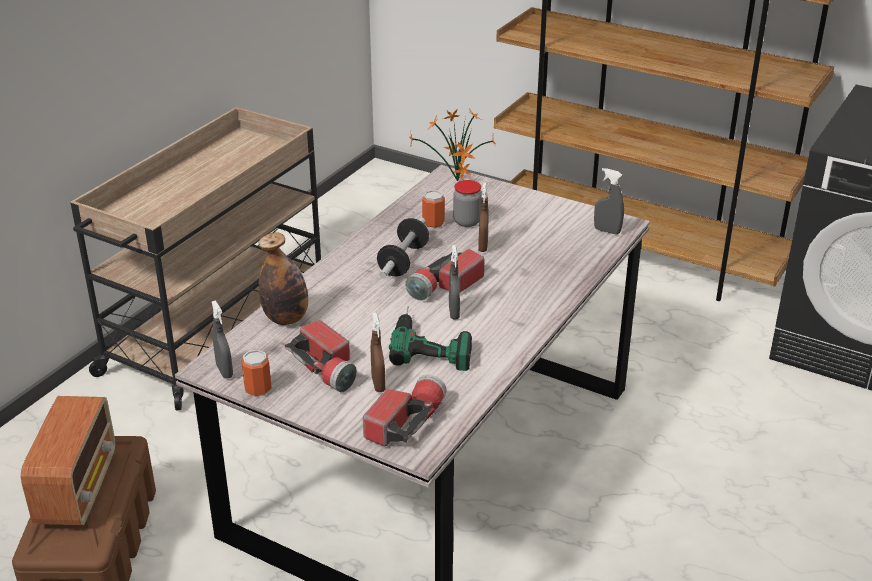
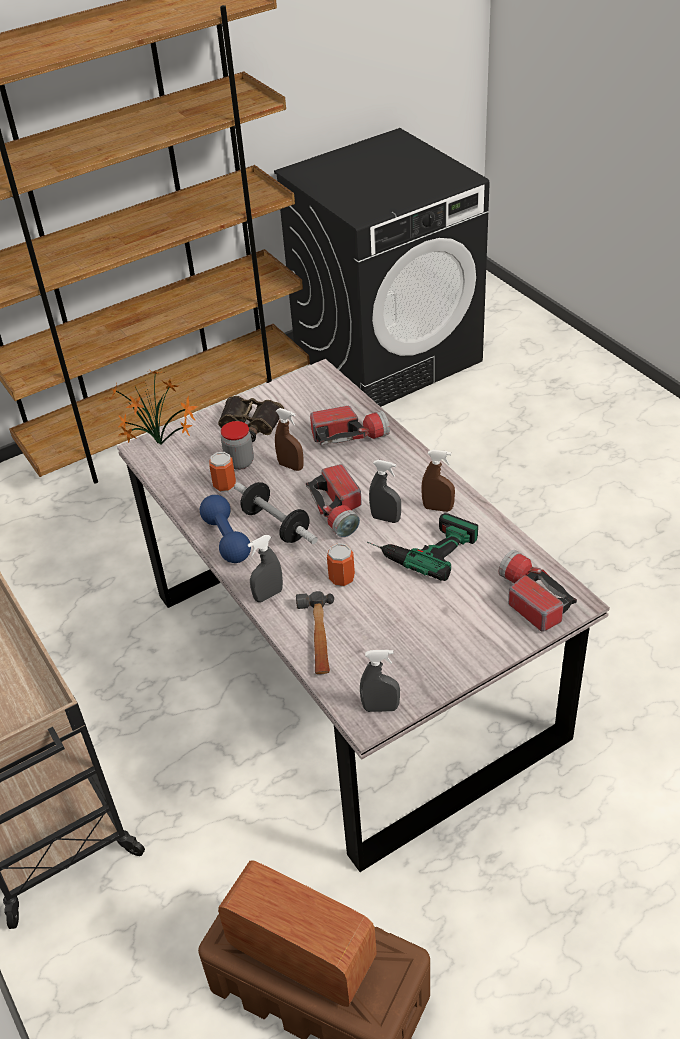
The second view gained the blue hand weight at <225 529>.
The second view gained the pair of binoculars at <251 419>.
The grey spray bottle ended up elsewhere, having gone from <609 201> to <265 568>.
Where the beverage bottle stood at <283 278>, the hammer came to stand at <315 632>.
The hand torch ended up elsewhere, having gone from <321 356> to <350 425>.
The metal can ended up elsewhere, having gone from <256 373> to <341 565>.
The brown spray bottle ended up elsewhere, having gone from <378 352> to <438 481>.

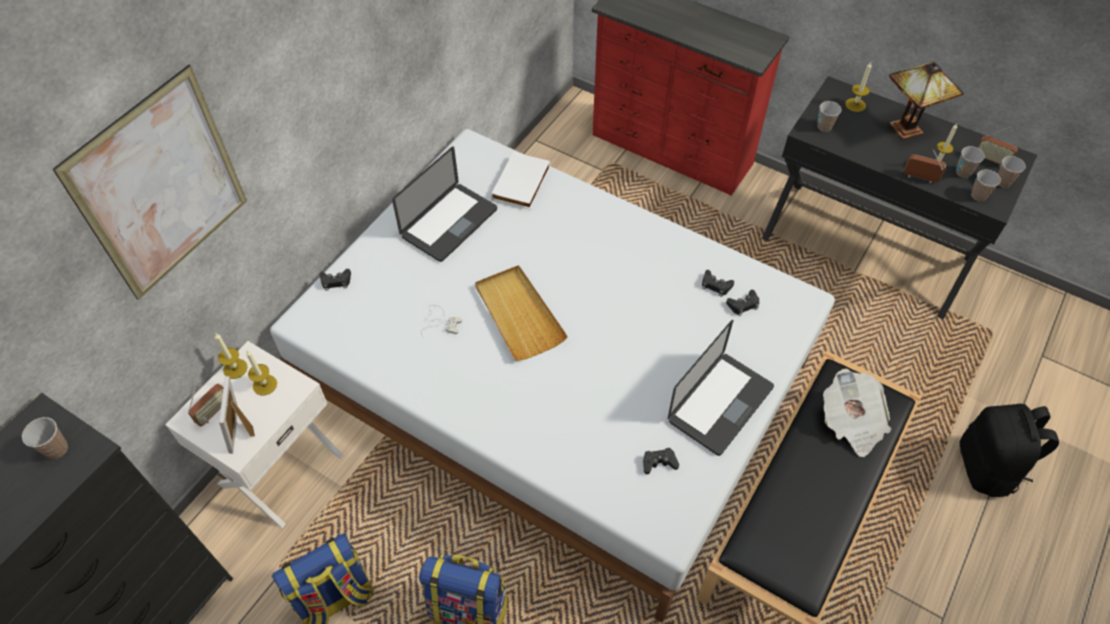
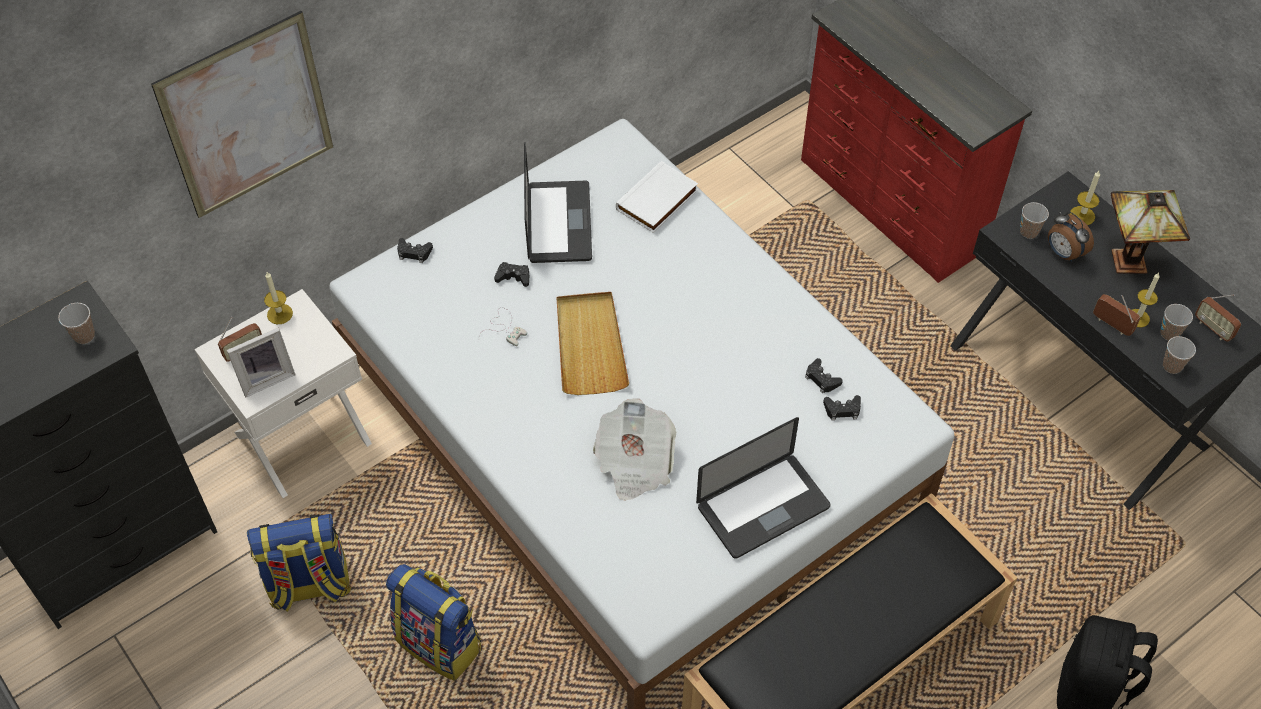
The photo frame at <237 415> ended up facing another way, 135 degrees counterclockwise from before.
The black joypad ended up elsewhere, having gone from <661 461> to <511 274>.
The laptop at <444 204> ended up facing another way, 60 degrees counterclockwise from before.
The printed paper ended up elsewhere, having gone from <857 412> to <634 449>.
The second view gained the bedside clock at <1071 237>.
The second view lost the wax candle at <261 373>.
The second view lost the drinking cup at <1012 172>.

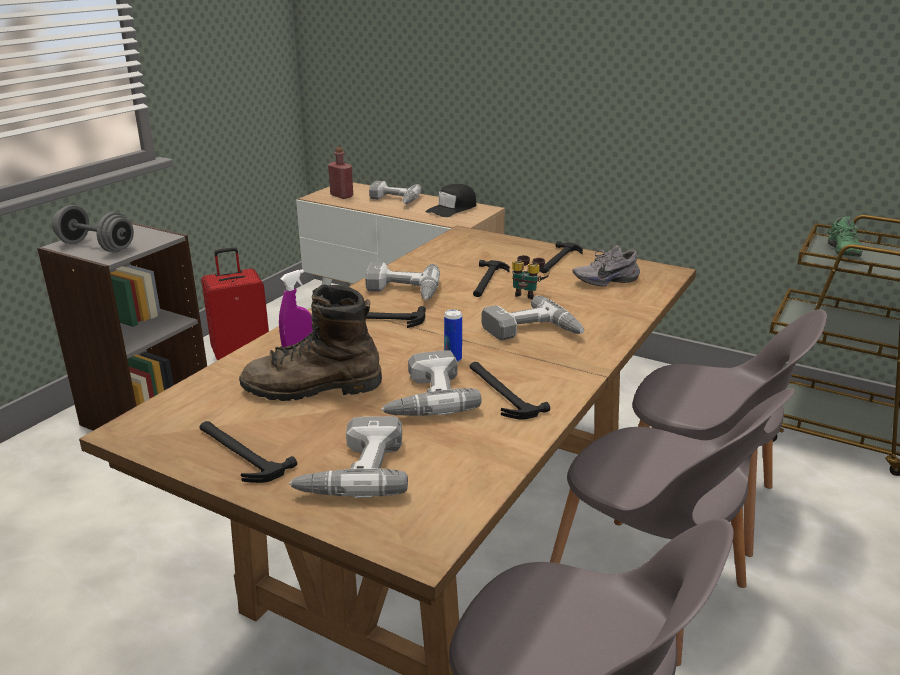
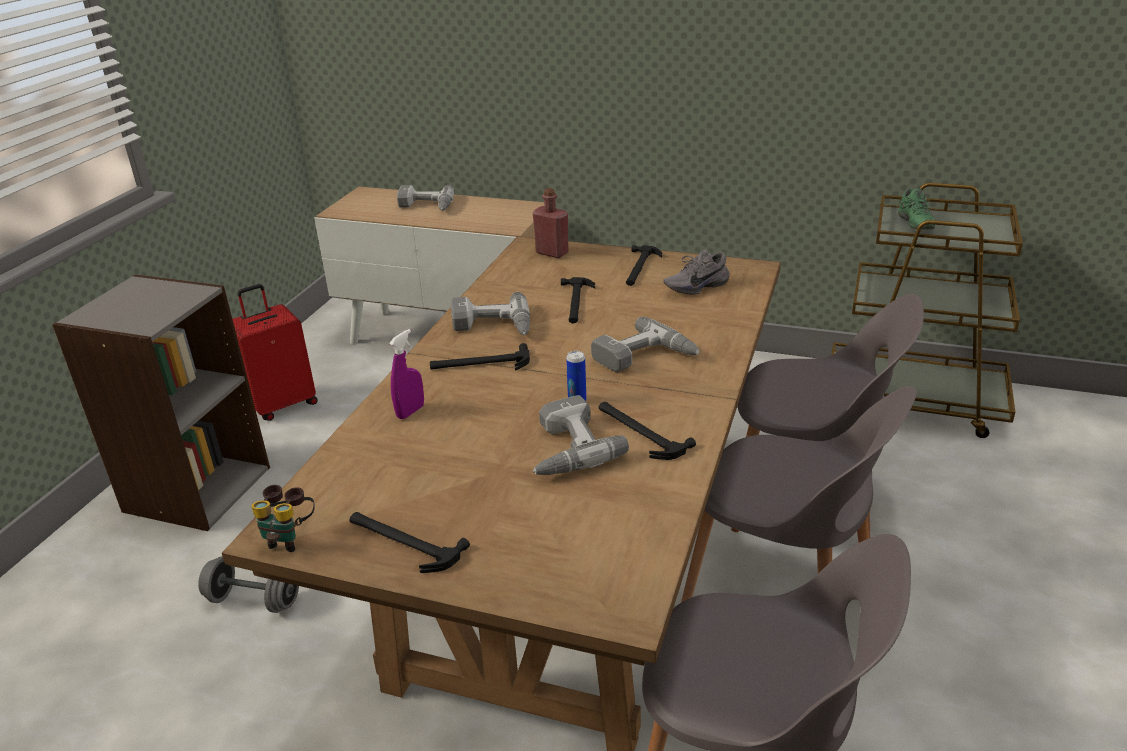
The grey hand weight ended up elsewhere, having gone from <93 228> to <248 584>.
The pair of binoculars ended up elsewhere, having gone from <531 277> to <283 518>.
The red beverage bottle ended up elsewhere, having gone from <340 173> to <551 223>.
The second view lost the brown tall boot at <310 342>.
The second view lost the power drill at <348 457>.
The second view lost the black cap at <451 200>.

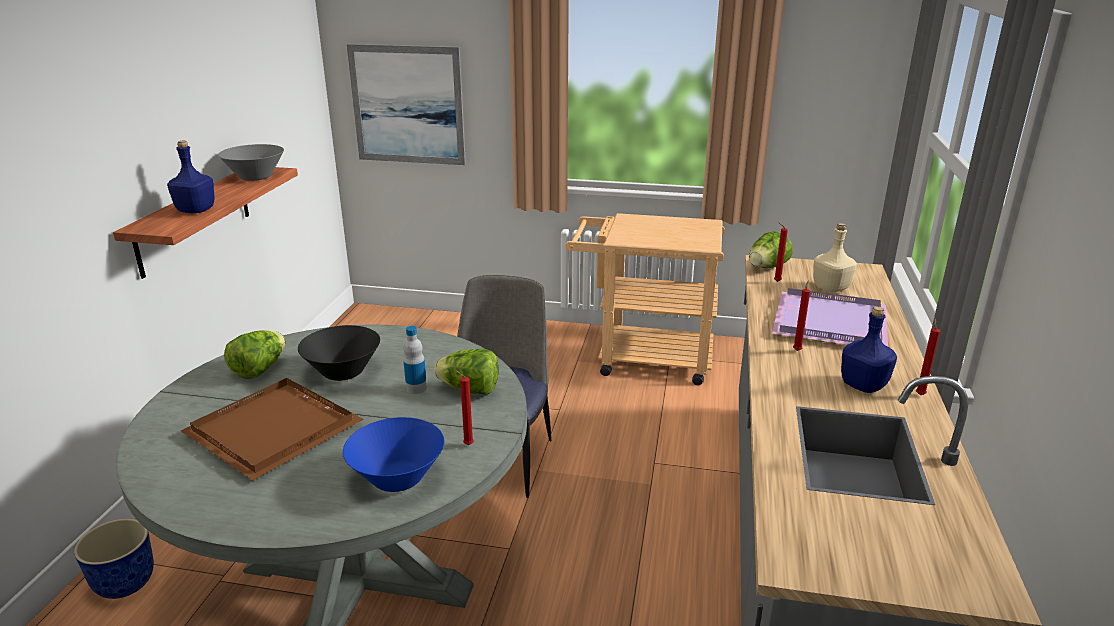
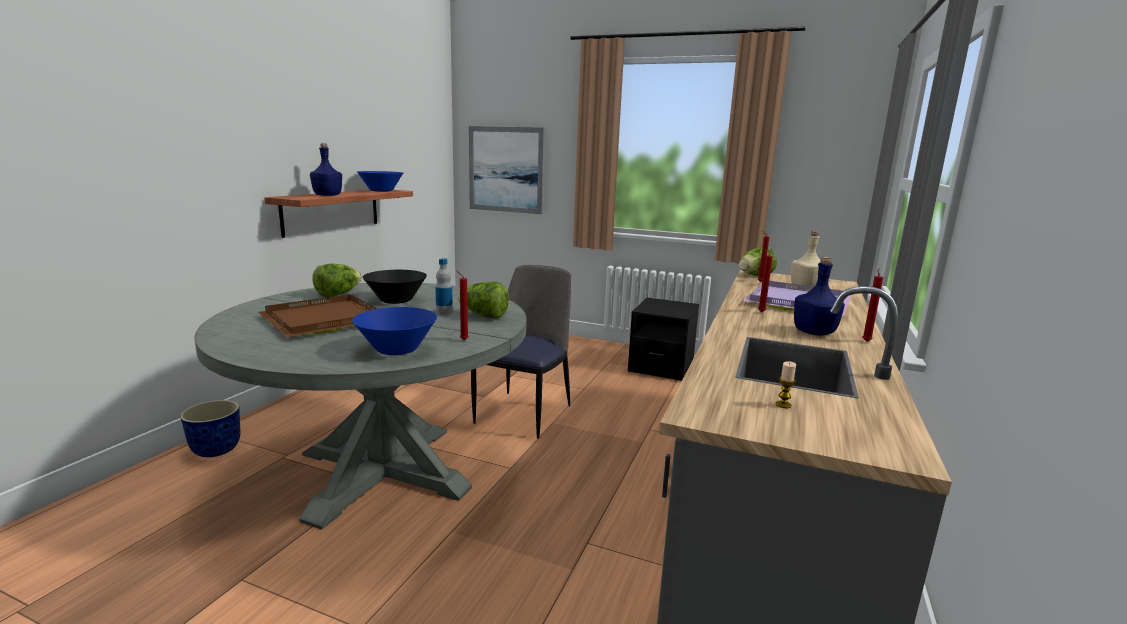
What was the grey serving bowl at <251 162> turned into the blue serving bowl at <380 181>.
Where the beige-coloured wheeled cart stood at <645 299>, the black night table came to stand at <663 339>.
The second view gained the wax candle at <786 384>.

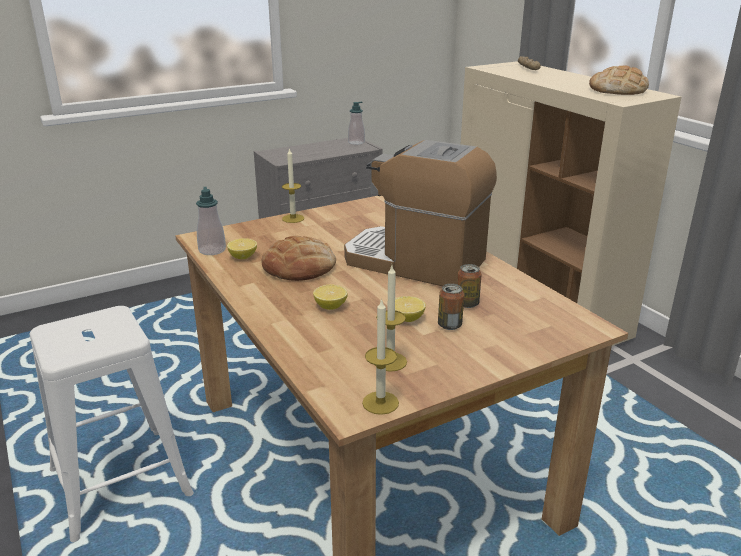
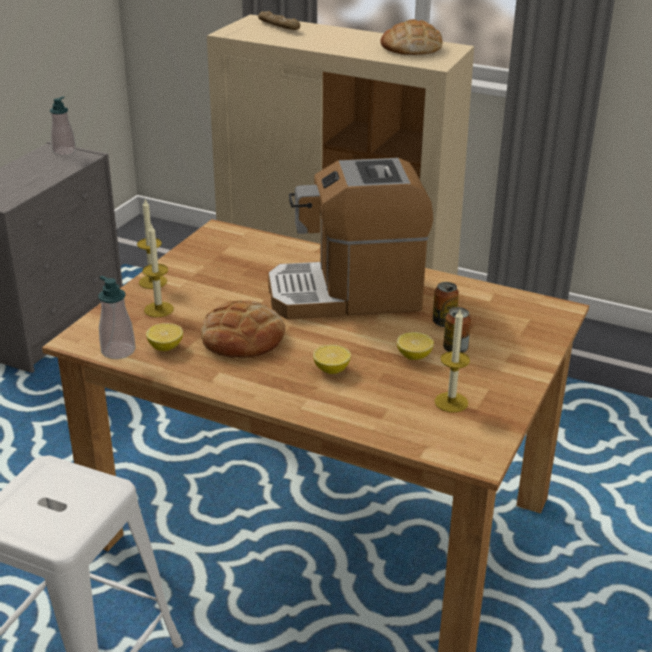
The wax candle ended up elsewhere, having gone from <380 356> to <158 270>.

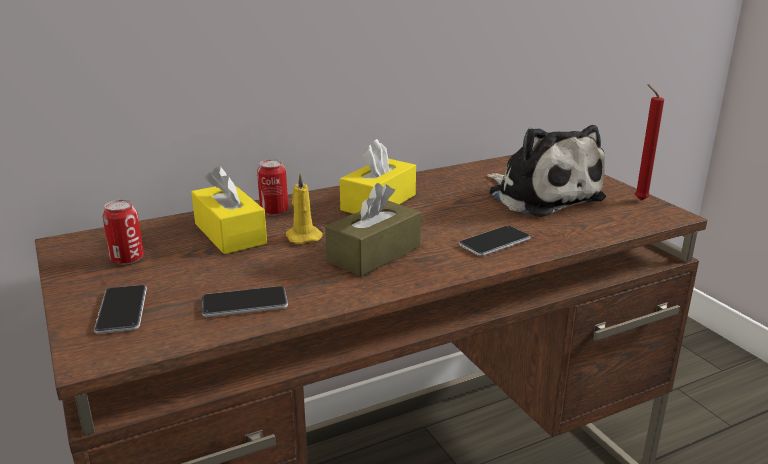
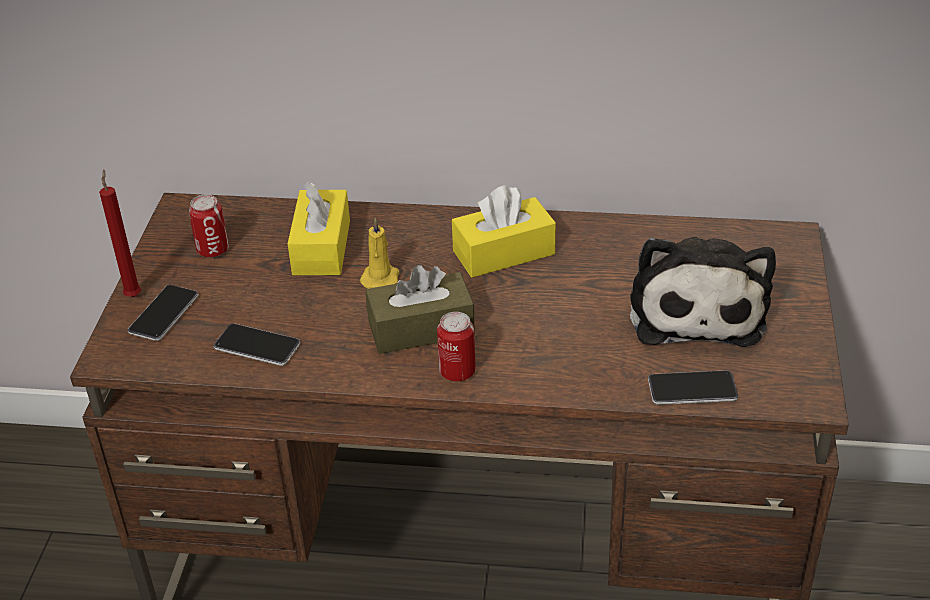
The red wax candle ended up elsewhere, having gone from <649 142> to <120 233>.
The metal can ended up elsewhere, having gone from <272 187> to <456 346>.
The phone ended up elsewhere, having gone from <495 241> to <693 387>.

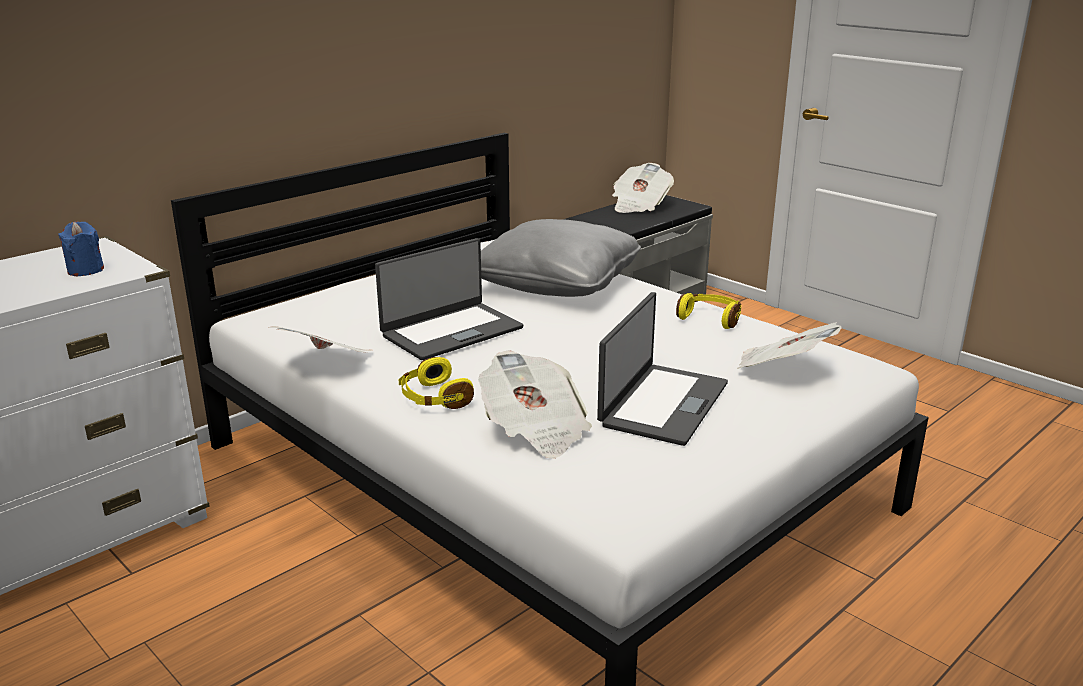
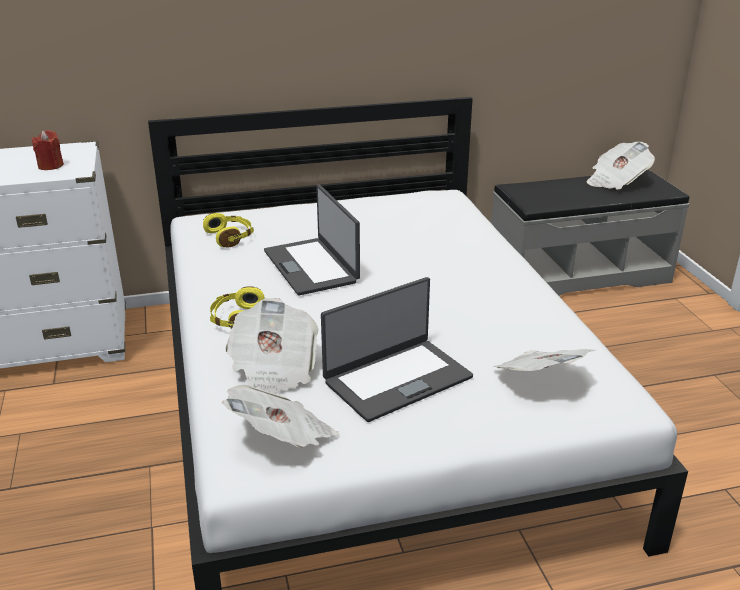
What was the blue wax candle at <81 248> turned into the red wax candle at <47 150>.
The yellow-coloured headphones ended up elsewhere, having gone from <708 311> to <228 230>.
The printed paper ended up elsewhere, having gone from <320 339> to <280 416>.
The laptop at <449 299> ended up facing another way, 75 degrees clockwise from before.
The second view lost the grey throw pillow at <561 258>.

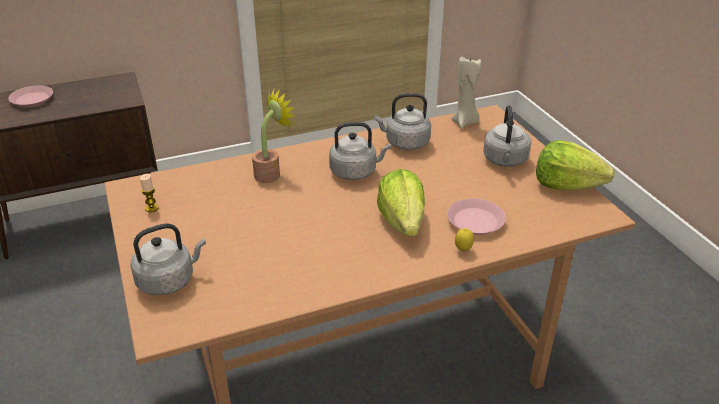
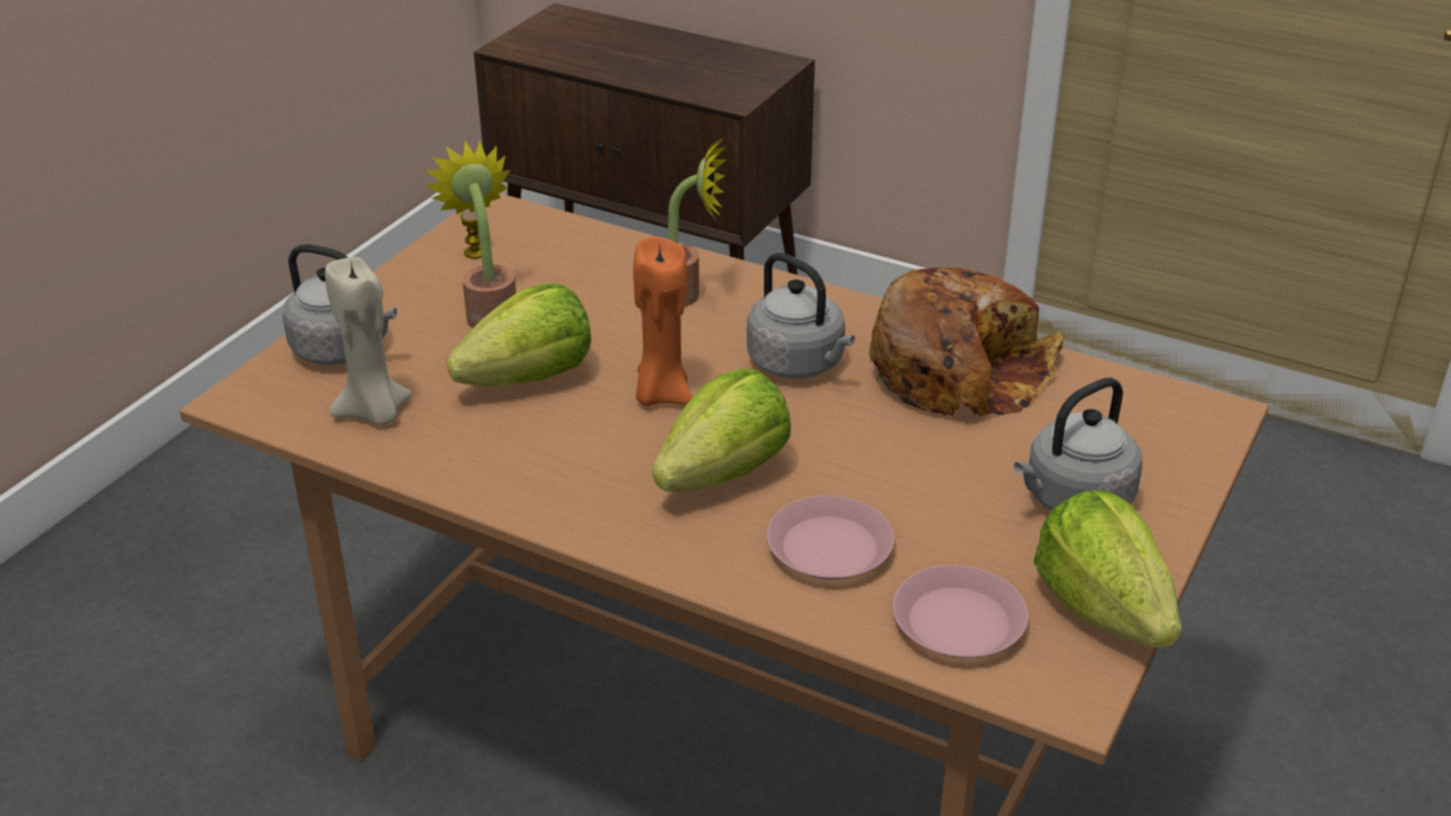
The beige-coloured wax candle ended up elsewhere, having gone from <466 92> to <368 341>.
The second view gained the potted plant at <470 234>.
The second view gained the head of lettuce at <519 334>.
The second view gained the orangey wax candle at <662 321>.
Where the grey kettle stood at <402 121>, the bakery bread came to stand at <966 342>.
The pinkish dinner plate ended up elsewhere, having gone from <30 96> to <960 611>.
The second view lost the citrus fruit at <464 239>.

